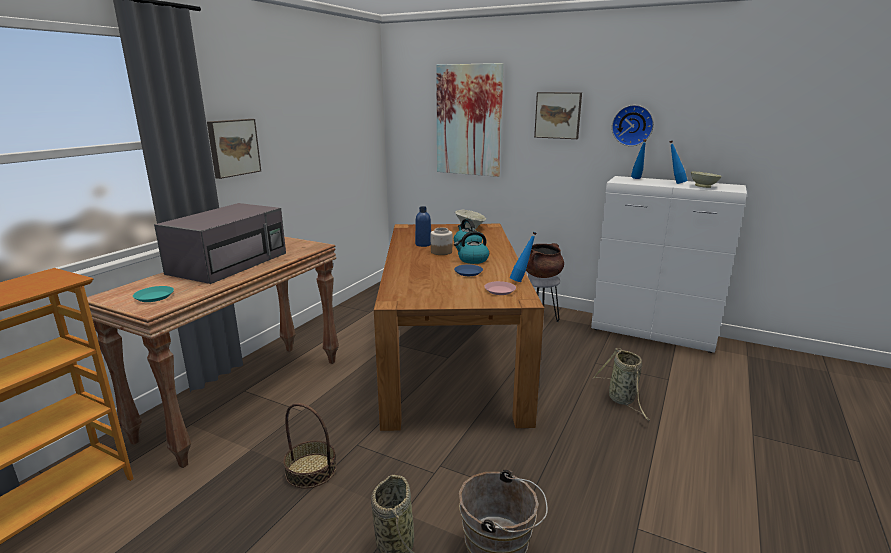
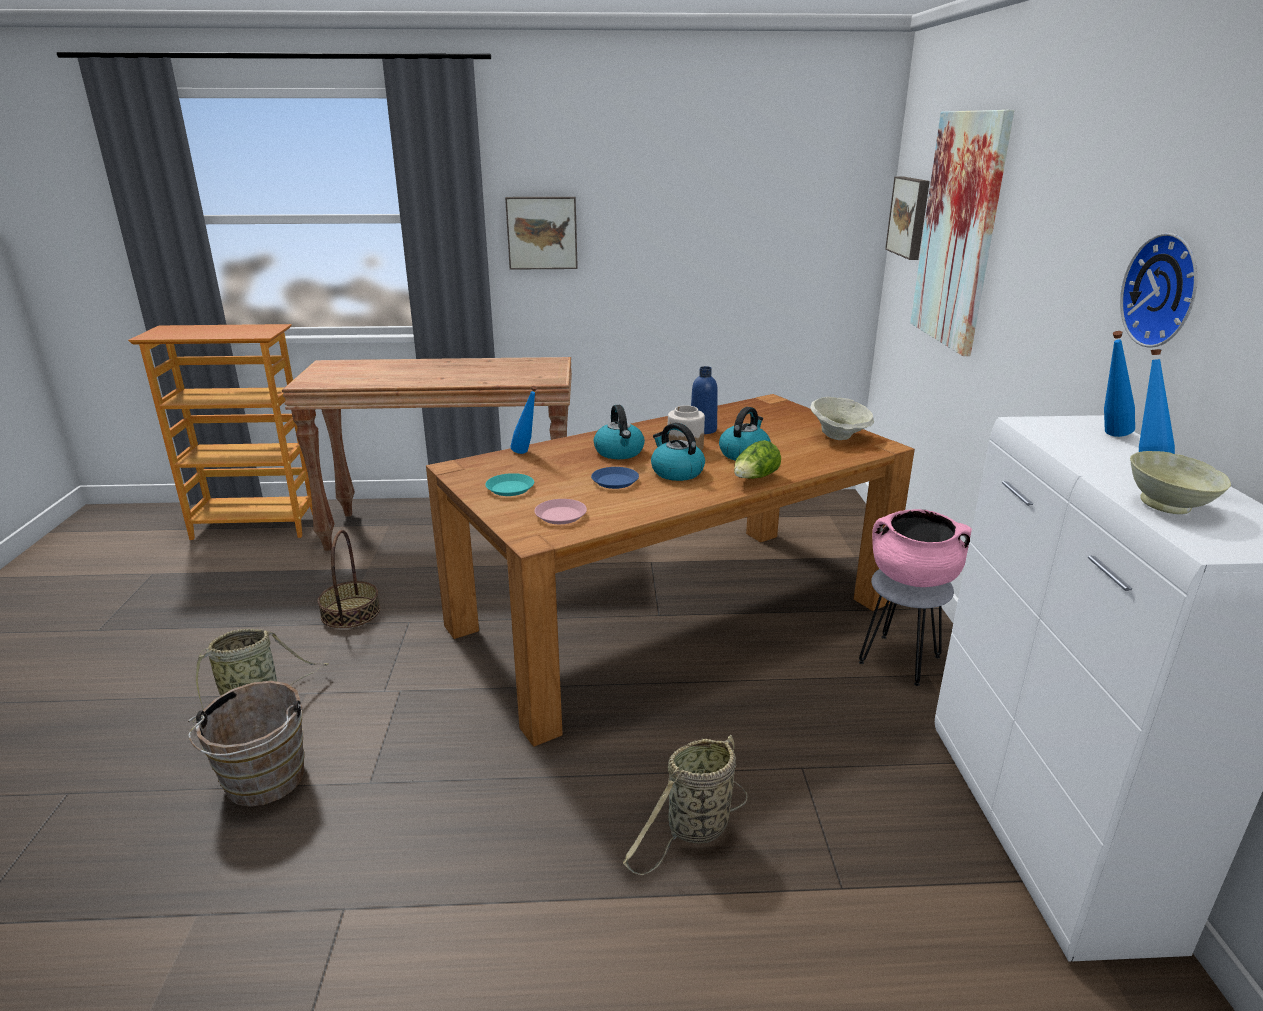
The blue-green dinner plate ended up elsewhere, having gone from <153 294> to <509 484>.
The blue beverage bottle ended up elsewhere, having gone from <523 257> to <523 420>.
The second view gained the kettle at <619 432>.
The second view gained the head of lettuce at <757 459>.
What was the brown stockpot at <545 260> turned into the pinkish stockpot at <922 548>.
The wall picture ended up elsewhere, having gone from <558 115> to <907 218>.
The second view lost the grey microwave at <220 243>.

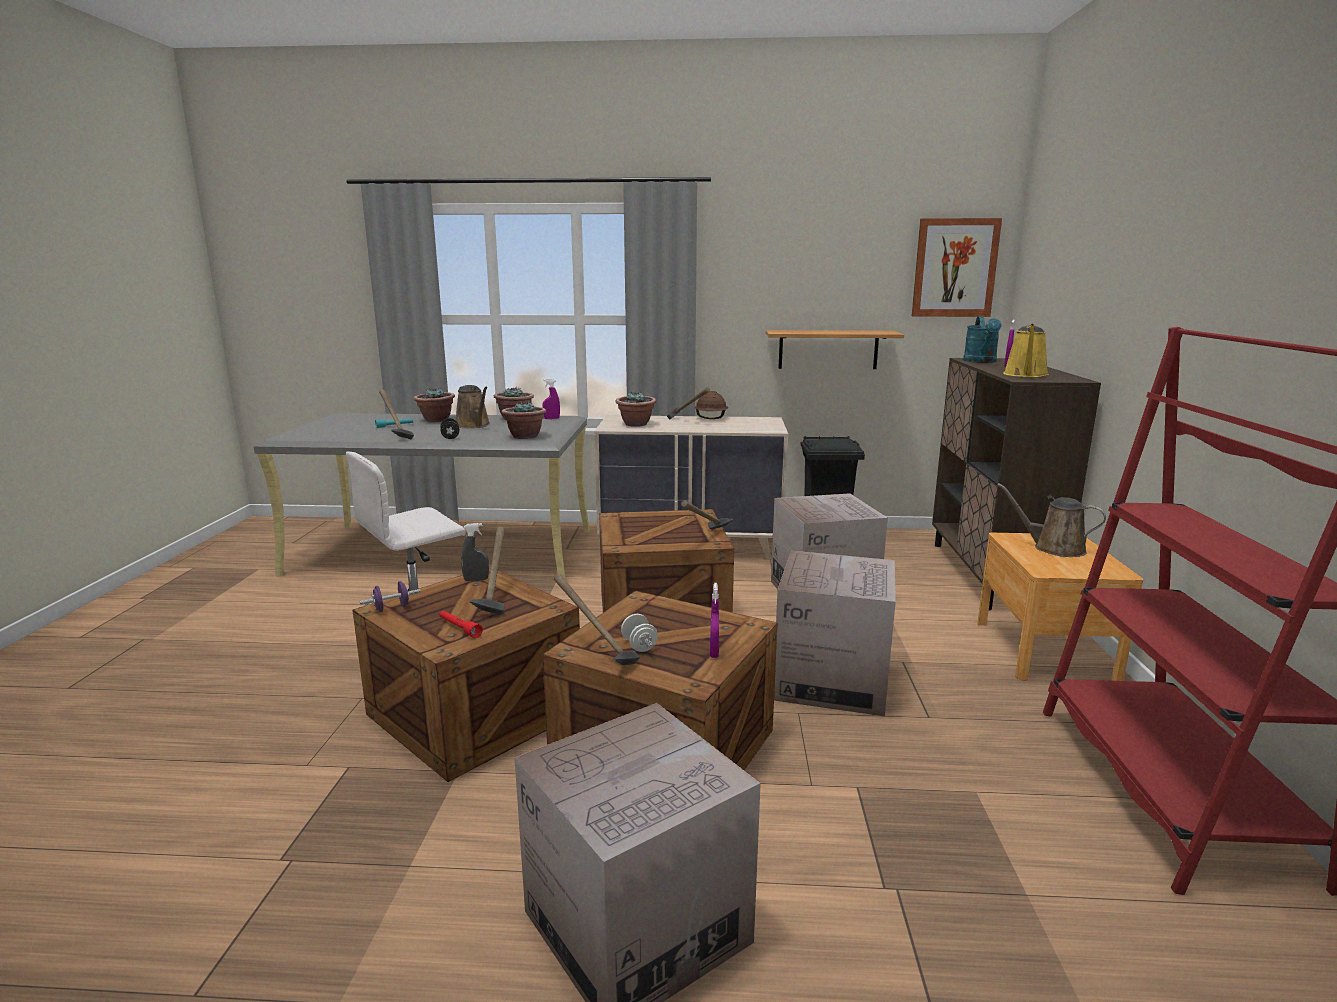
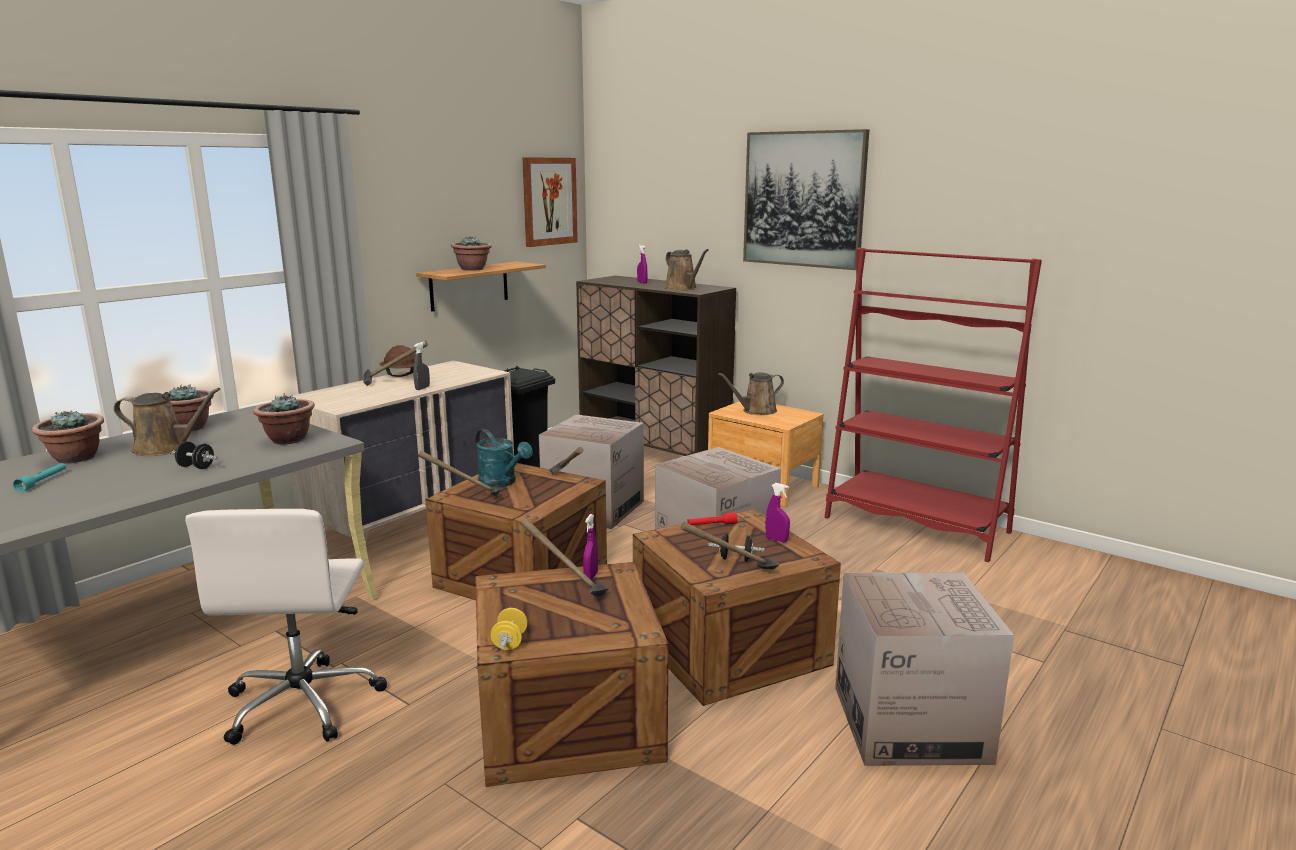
The grey spray bottle ended up elsewhere, having gone from <475 552> to <421 366>.
The hammer ended up elsewhere, having gone from <396 414> to <459 473>.
The potted plant ended up elsewhere, having gone from <636 409> to <471 253>.
The blue-green sprinkling can ended up elsewhere, having gone from <982 339> to <504 458>.
What was the purple hand weight at <390 596> turned into the yellow-coloured hand weight at <509 629>.
The purple spray bottle ended up elsewhere, having gone from <551 399> to <590 547>.
What was the yellow-coloured sprinkling can at <1026 350> turned into the brown sprinkling can at <686 269>.
The red hand torch ended up elsewhere, having gone from <461 624> to <712 518>.
What was the whitish hand weight at <639 633> turned into the black hand weight at <736 548>.
The second view gained the wall picture at <806 199>.

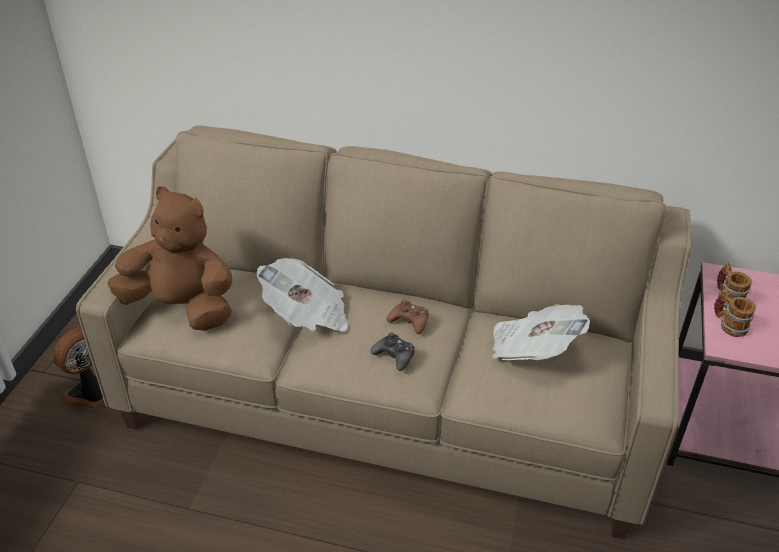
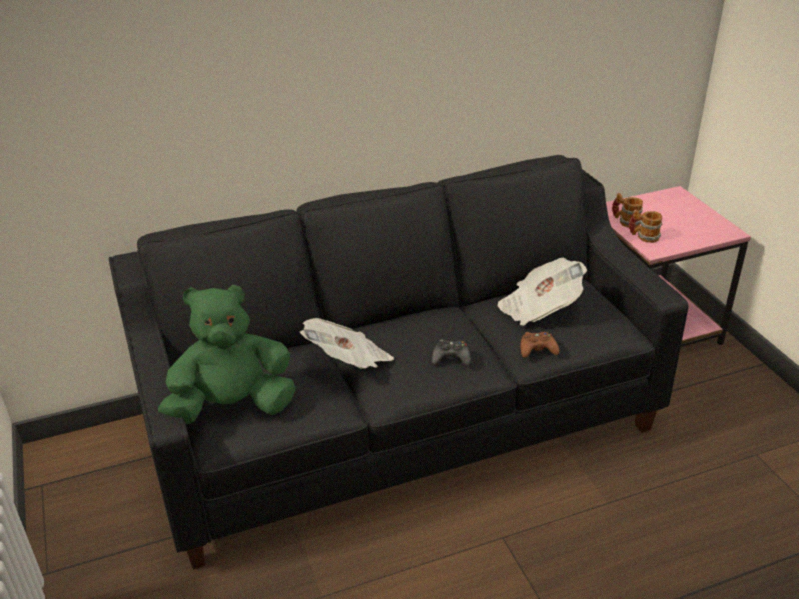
What was the beige-coloured settee at <383 332> turned into the black settee at <398 362>.
What was the brown soft toy at <170 258> turned into the green-coloured soft toy at <227 354>.
The brown joypad ended up elsewhere, having gone from <407 316> to <540 345>.
The second view lost the cooling fan at <78 368>.

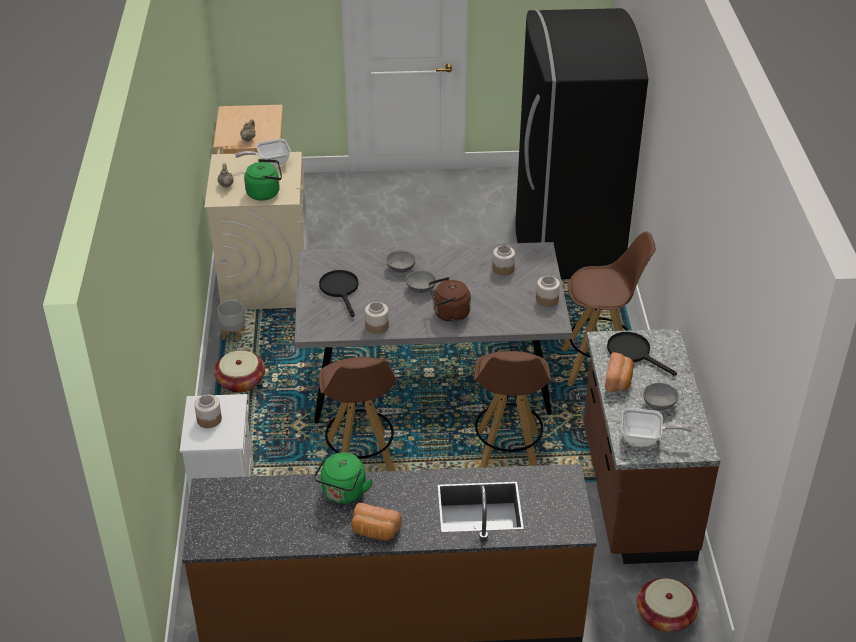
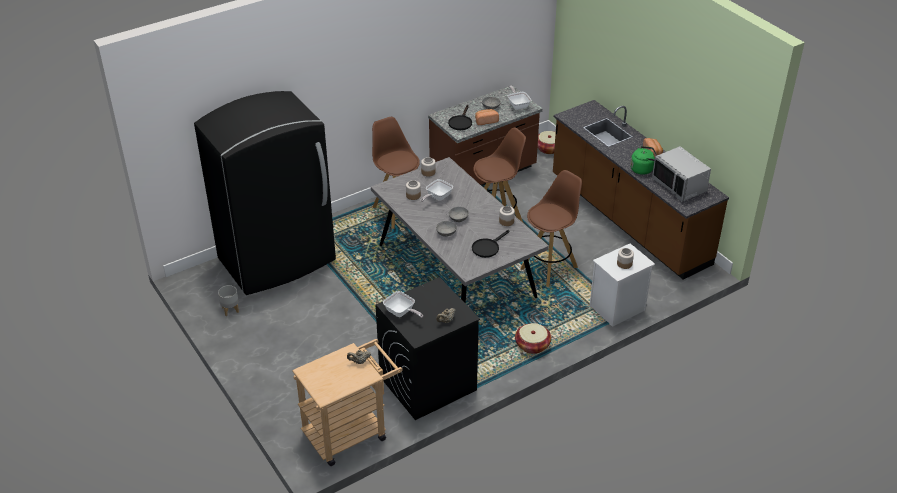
The grey plant pot ended up elsewhere, having gone from <231 320> to <228 300>.
What was the beige-coloured laundry appliance at <256 230> turned into the black laundry appliance at <428 348>.
The second view gained the pan at <437 190>.
The second view gained the grey microwave at <681 174>.
The second view lost the green-coloured kettle at <263 180>.
The second view lost the brown kettle at <450 299>.

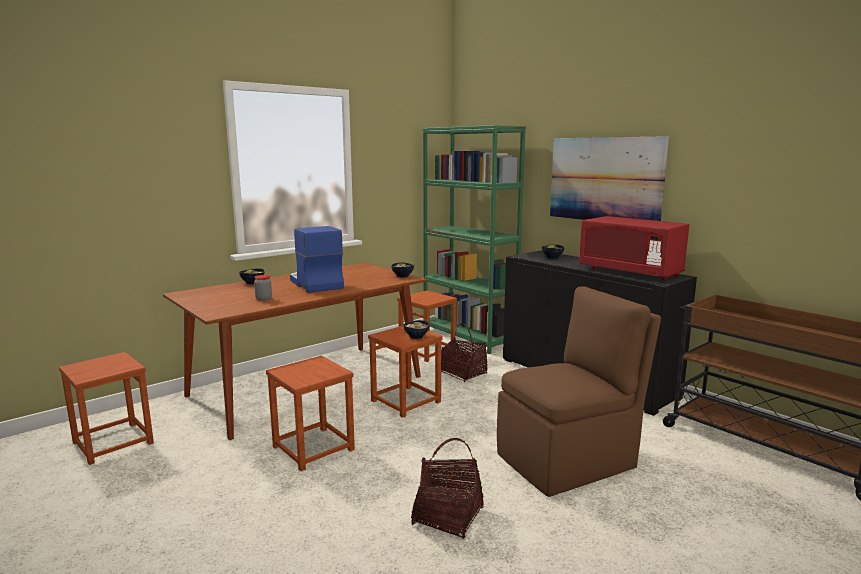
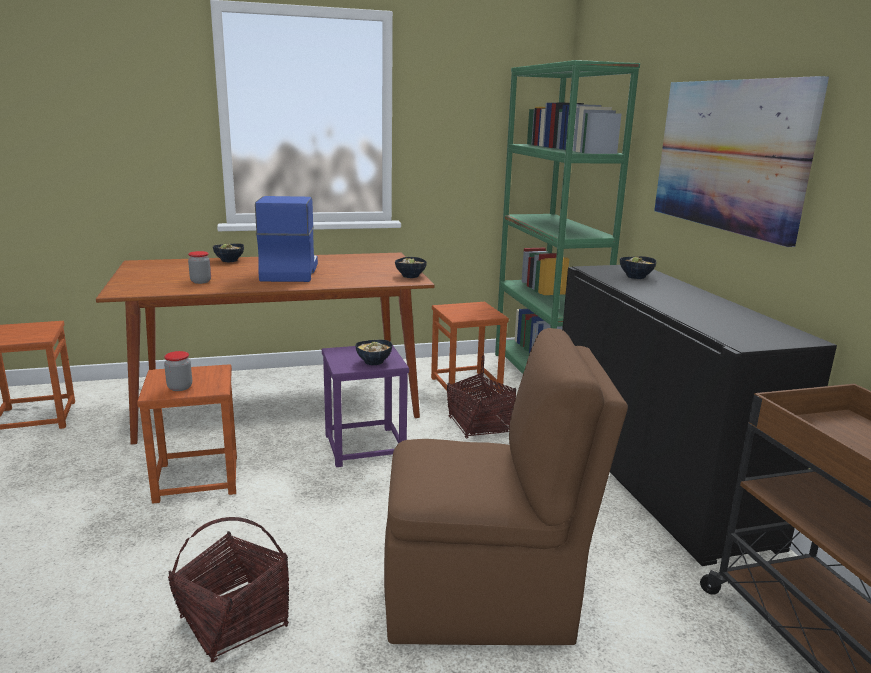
The second view gained the preserve jar at <178 371>.
What was the brown stool at <405 372> turned into the purple stool at <365 406>.
The second view lost the red microwave at <634 248>.

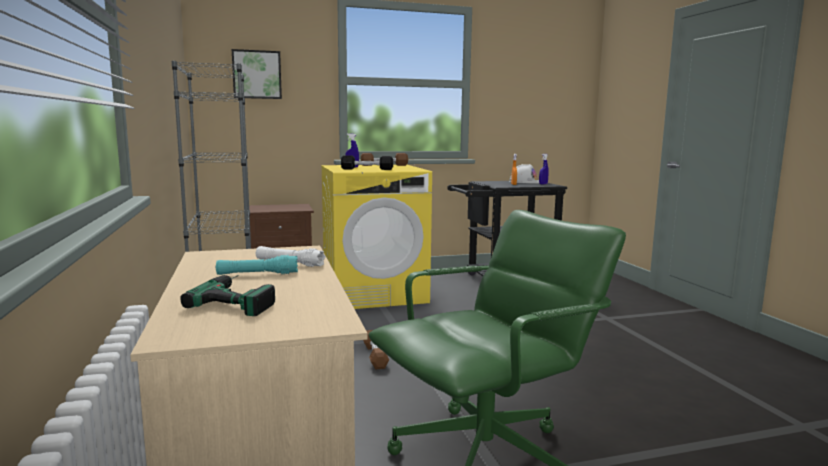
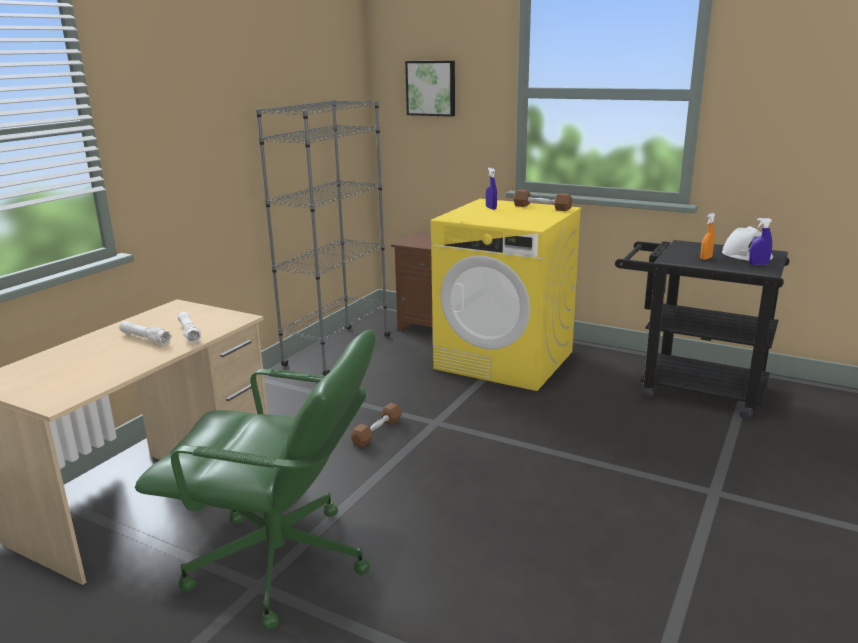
What was the blue-green hand torch at <257 265> turned into the whitish hand torch at <145 333>.
The second view lost the power drill at <227 295>.
The second view lost the black hand weight at <367 162>.

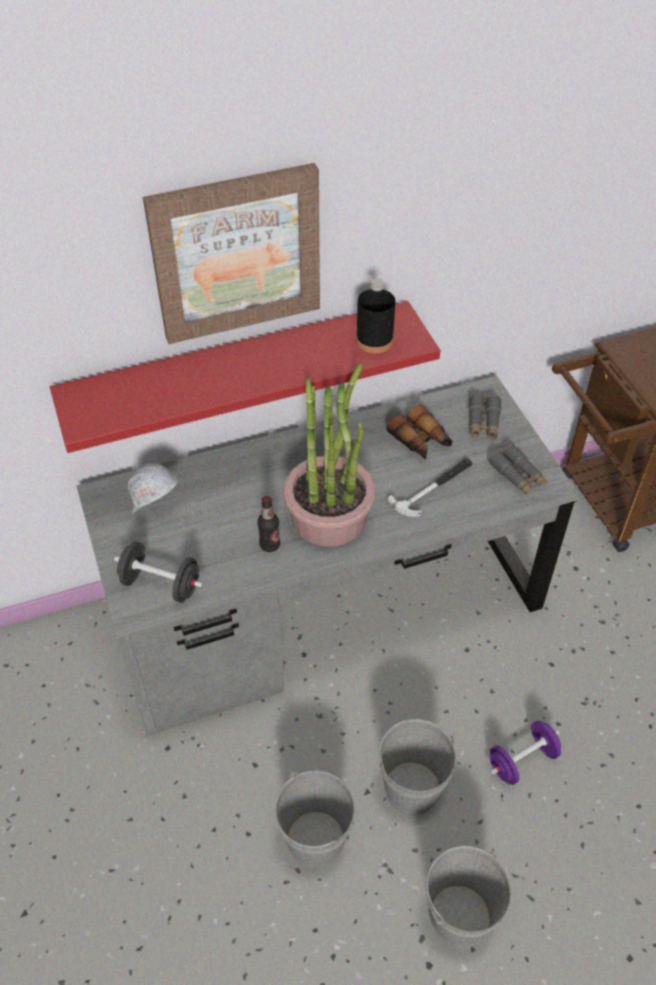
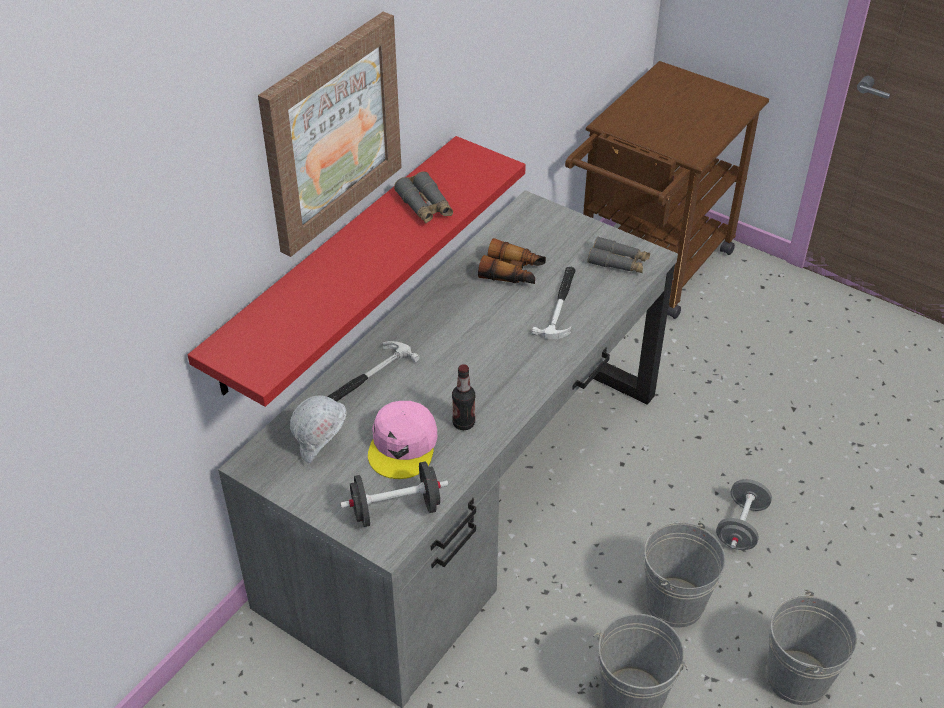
The second view gained the hammer at <373 371>.
The second view gained the pinkish cap at <402 440>.
The grey pair of binoculars ended up elsewhere, having gone from <485 417> to <423 197>.
What was the purple hand weight at <525 753> turned into the grey hand weight at <744 514>.
The second view lost the potted plant at <329 455>.
The second view lost the black beverage bottle at <376 315>.

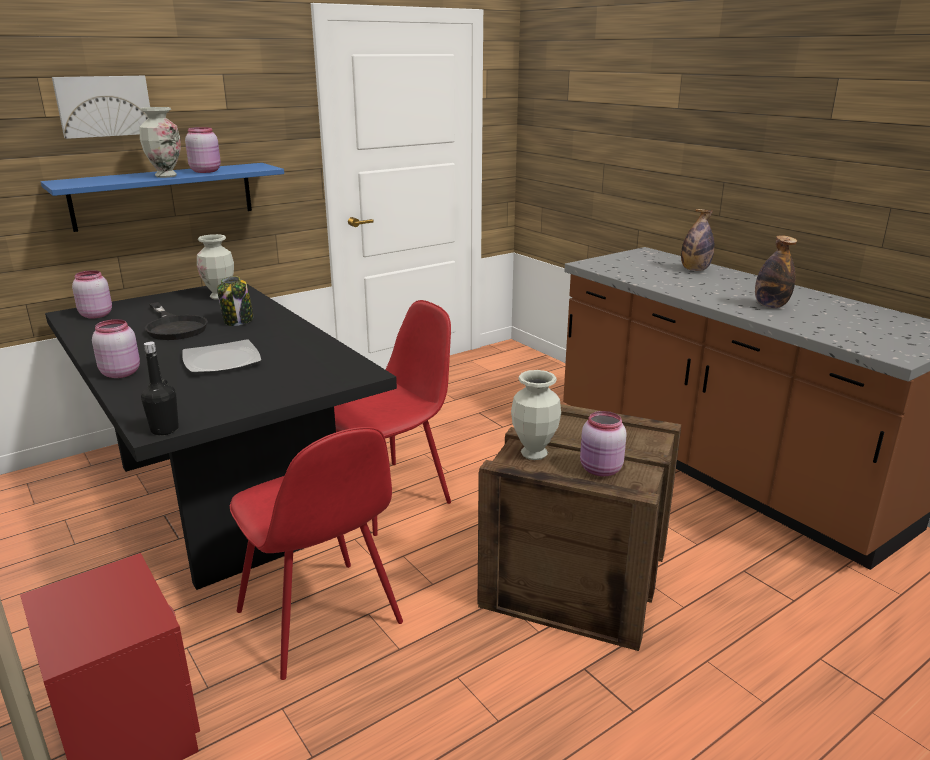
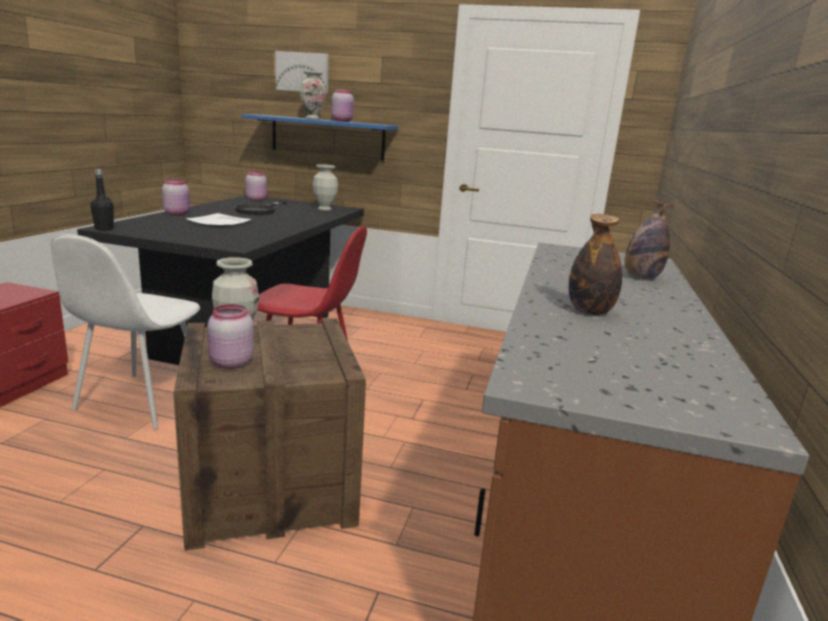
What was the red plain chair at <316 553> turned into the whitish plain chair at <125 331>.
The second view lost the preserve jar at <235 301>.

